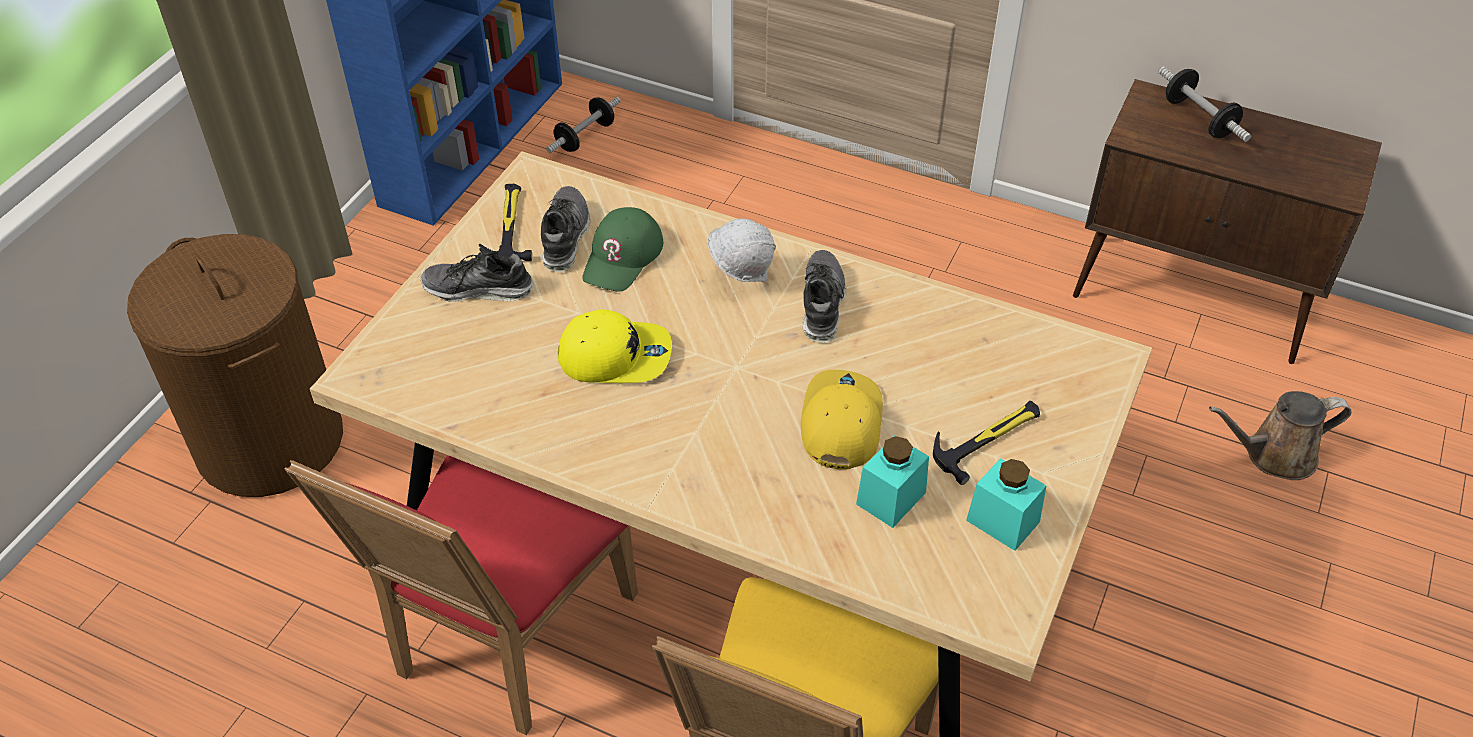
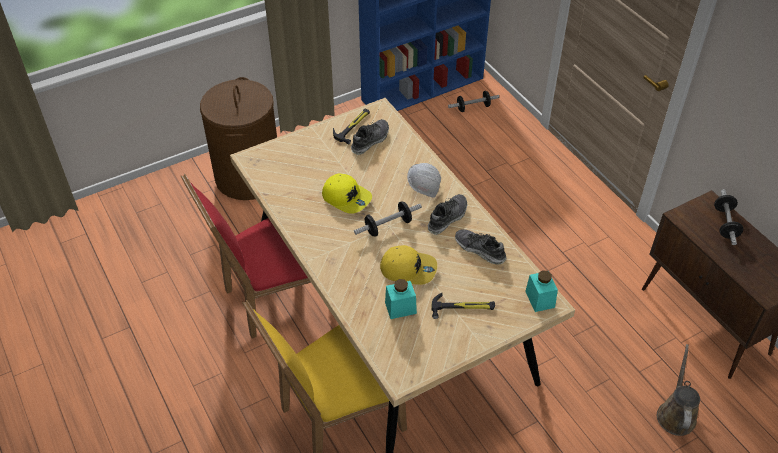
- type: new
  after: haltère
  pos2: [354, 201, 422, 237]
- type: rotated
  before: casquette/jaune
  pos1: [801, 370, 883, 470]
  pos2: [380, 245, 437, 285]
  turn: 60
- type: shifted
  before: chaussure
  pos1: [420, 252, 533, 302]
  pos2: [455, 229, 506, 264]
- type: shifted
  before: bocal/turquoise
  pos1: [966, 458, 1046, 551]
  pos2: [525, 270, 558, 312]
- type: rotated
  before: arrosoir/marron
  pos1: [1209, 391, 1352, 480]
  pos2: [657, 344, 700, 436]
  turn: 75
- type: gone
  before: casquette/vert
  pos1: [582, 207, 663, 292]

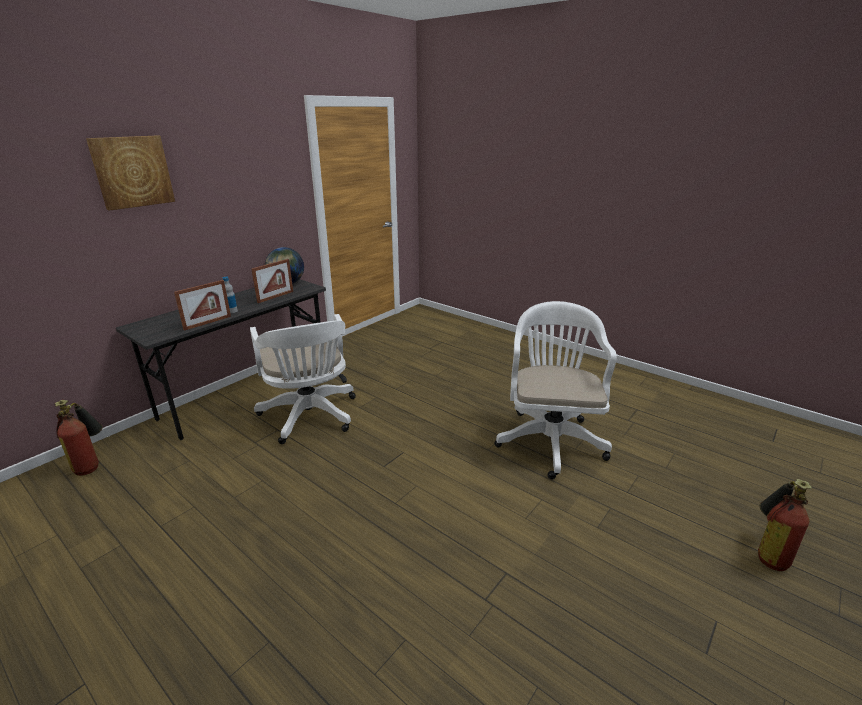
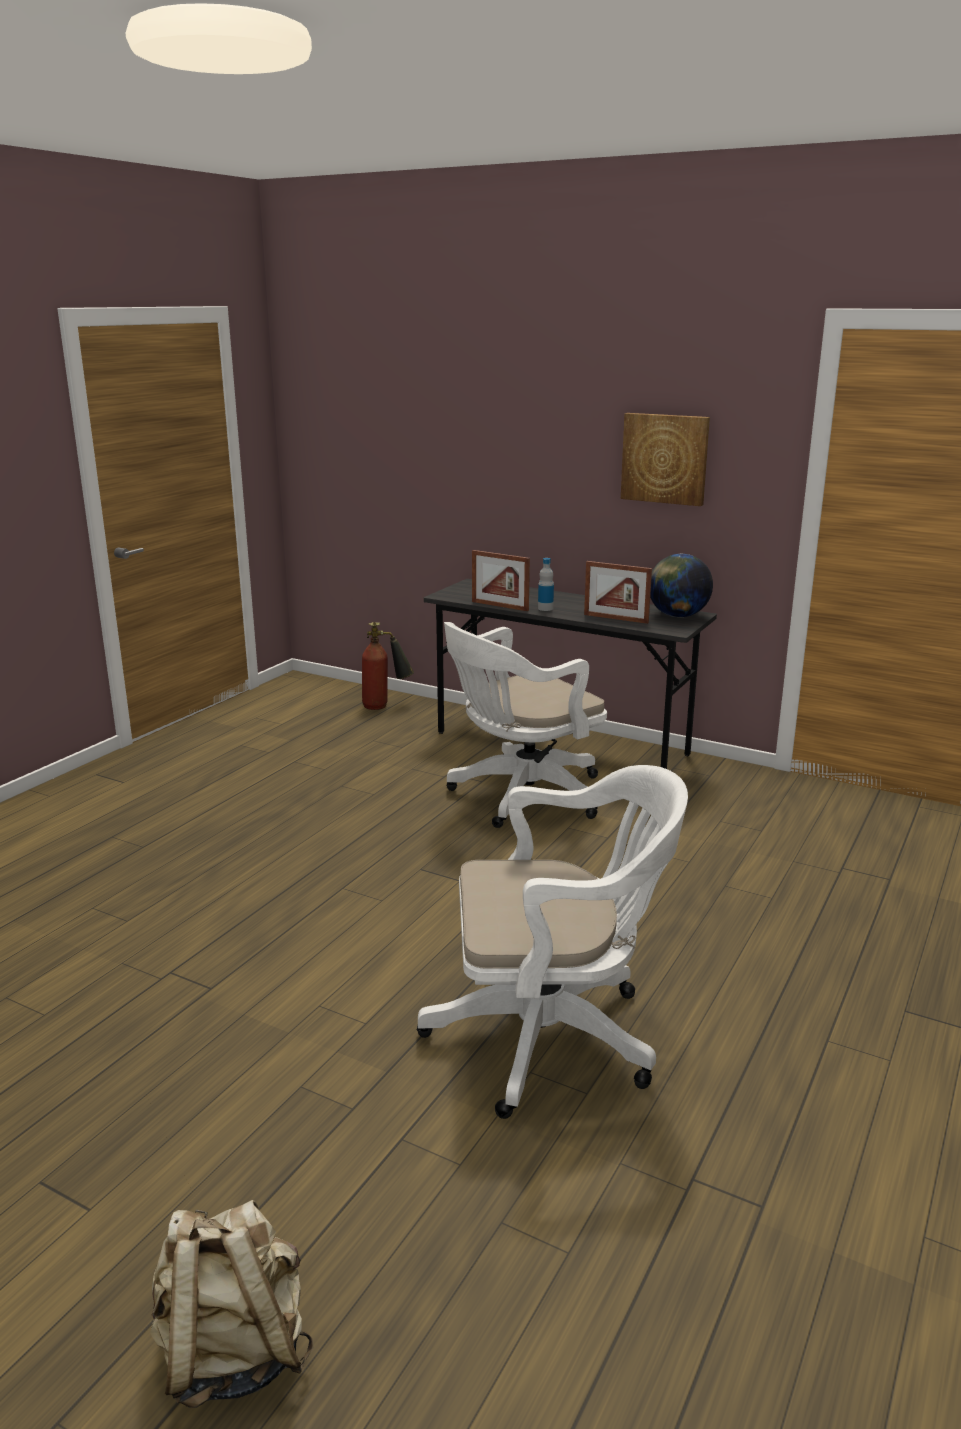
- type: swapped
  before: extincteur
  after: sac à dos/beige
  pos1: [758, 479, 812, 571]
  pos2: [150, 1200, 314, 1408]
- type: shifted
  before: tableau
  pos1: [86, 135, 175, 211]
  pos2: [621, 413, 710, 506]

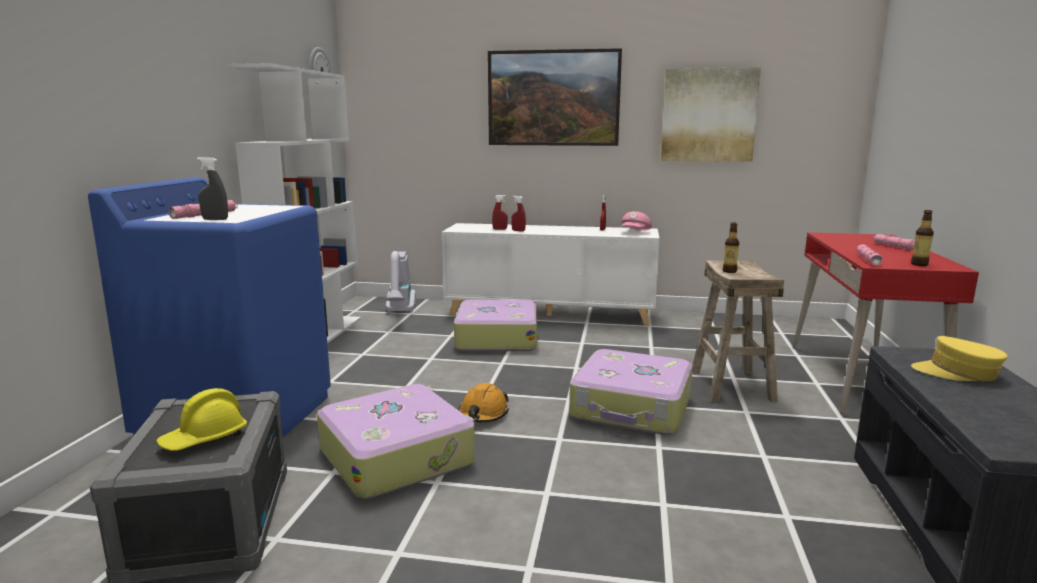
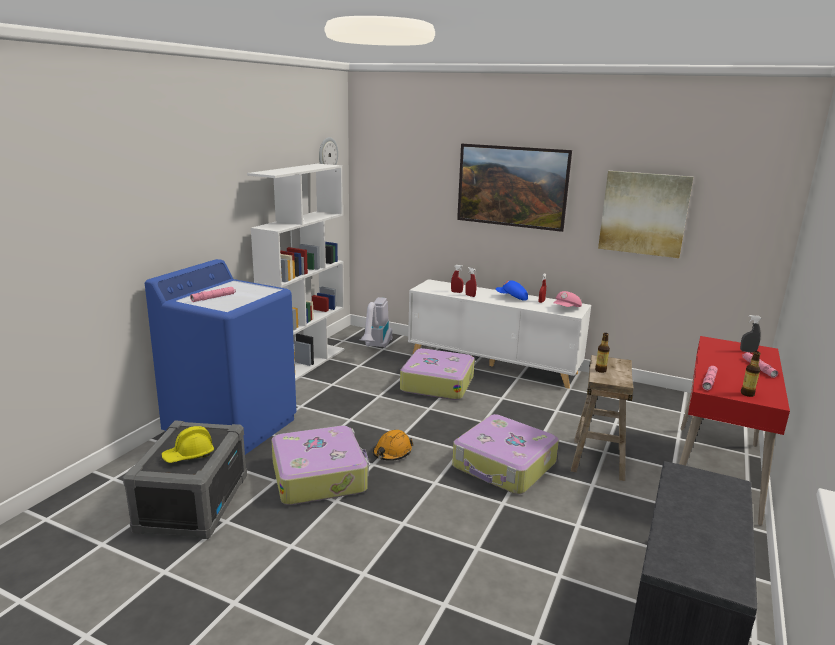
- type: new
  after: casquette/bleu
  pos2: [496, 280, 528, 301]
- type: shifted
  before: vaporisateur/gris
  pos1: [197, 157, 228, 220]
  pos2: [740, 315, 762, 353]
- type: gone
  before: casquette/jaune
  pos1: [911, 336, 1008, 381]

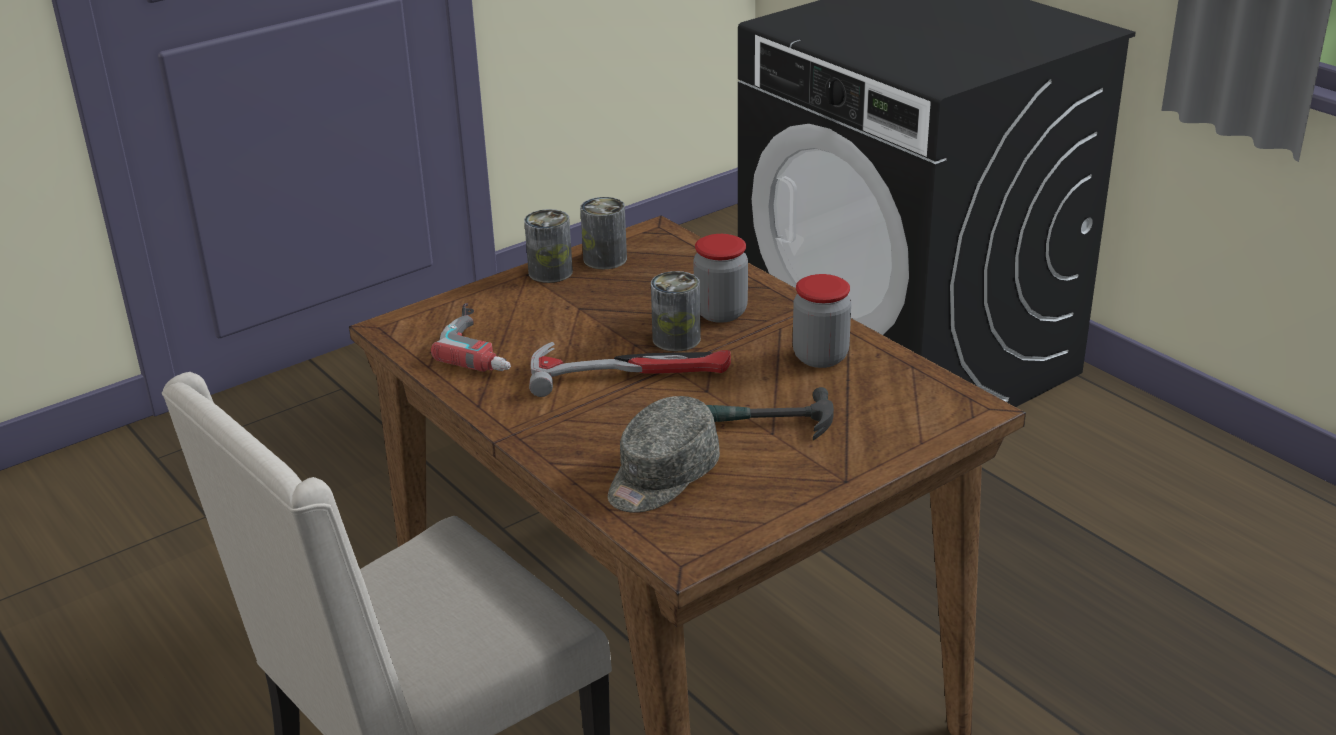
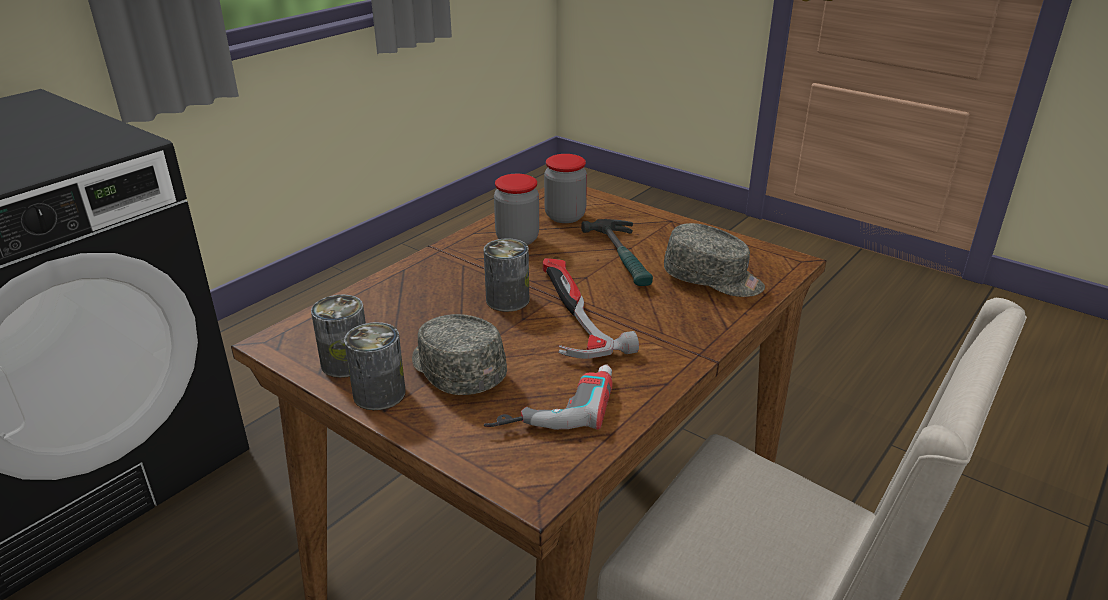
- type: new
  after: casquette/gris
  pos2: [412, 314, 507, 395]
- type: shifted
  before: bocal
  pos1: [693, 234, 748, 323]
  pos2: [544, 154, 587, 223]

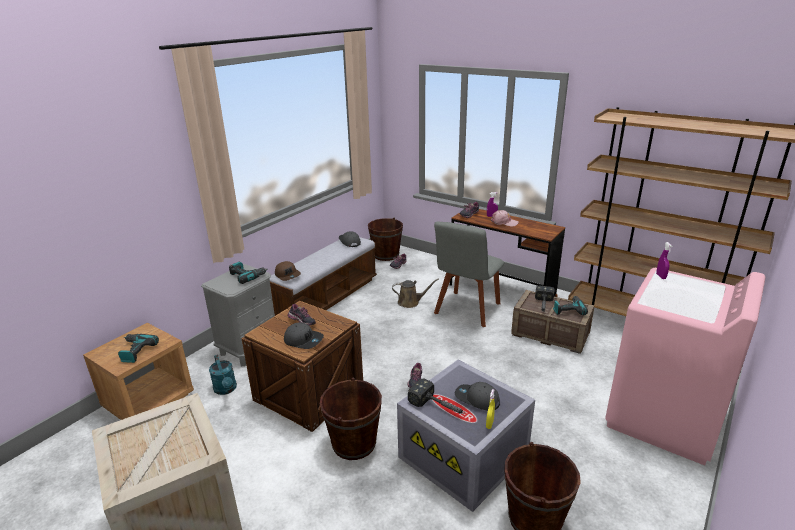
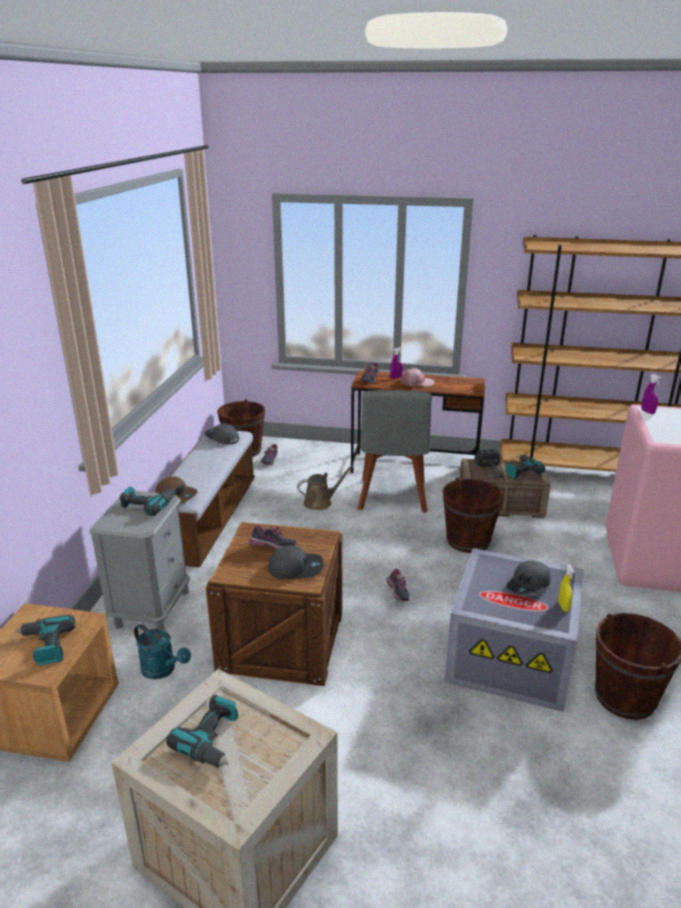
- type: new
  after: perceuse
  pos2: [166, 695, 238, 768]
- type: shifted
  before: seau/marron
  pos1: [320, 378, 382, 460]
  pos2: [443, 477, 503, 553]
- type: rotated
  before: casquette/gris
  pos1: [455, 382, 500, 411]
  pos2: [506, 560, 551, 596]
  turn: -60
- type: gone
  before: marteau
  pos1: [408, 379, 465, 414]

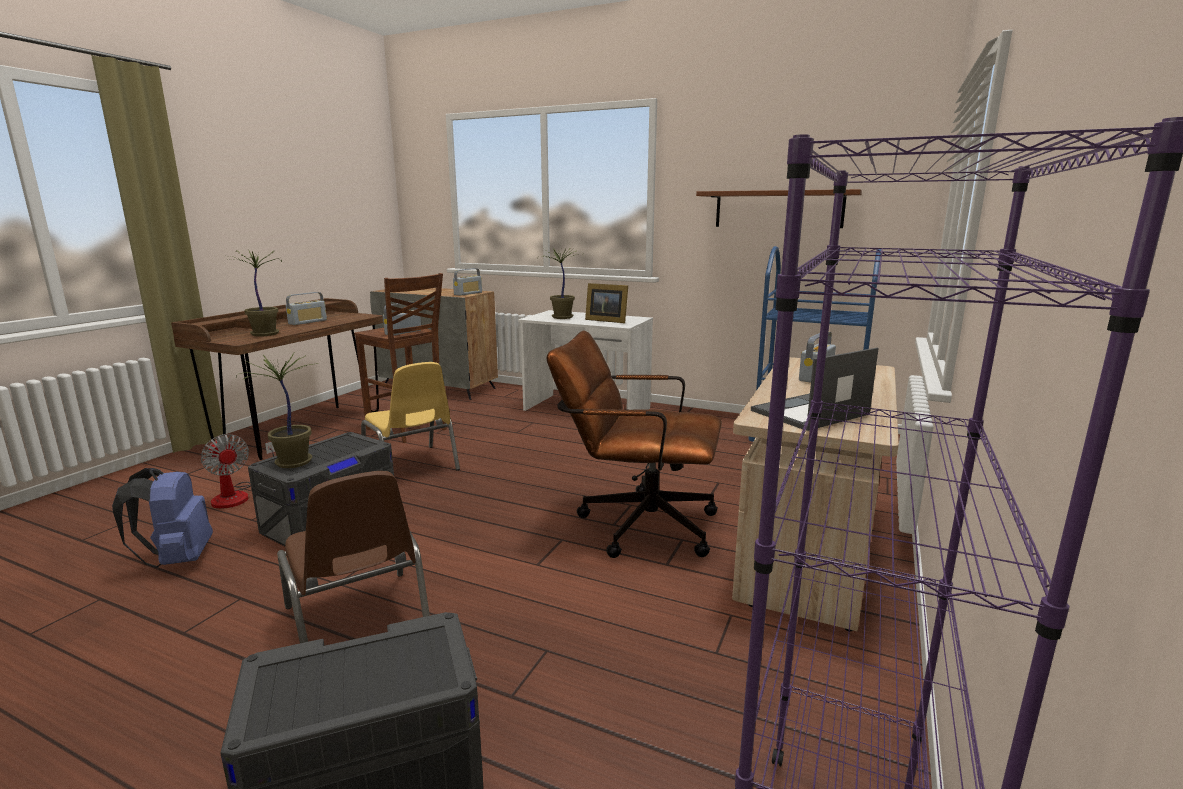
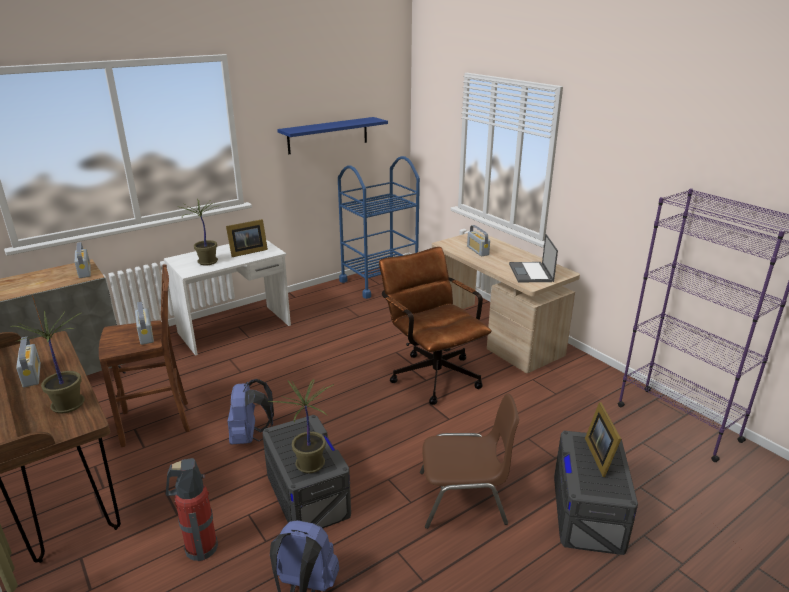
- type: swapped
  before: ventilateur
  after: extincteur
  pos1: [201, 434, 275, 509]
  pos2: [166, 458, 218, 561]
- type: swapped
  before: chaise/jaune
  after: sac à dos/bleu
  pos1: [361, 362, 460, 470]
  pos2: [227, 379, 274, 444]
- type: repainted
  before: étagère/marron
  after: étagère/bleu
  pos1: [696, 189, 862, 228]
  pos2: [277, 117, 388, 154]
- type: rotated
  before: chaise de bureau/marron
  pos1: [547, 331, 722, 558]
  pos2: [379, 247, 491, 405]
  turn: 105
- type: new
  after: cadre photo
  pos2: [585, 402, 621, 477]

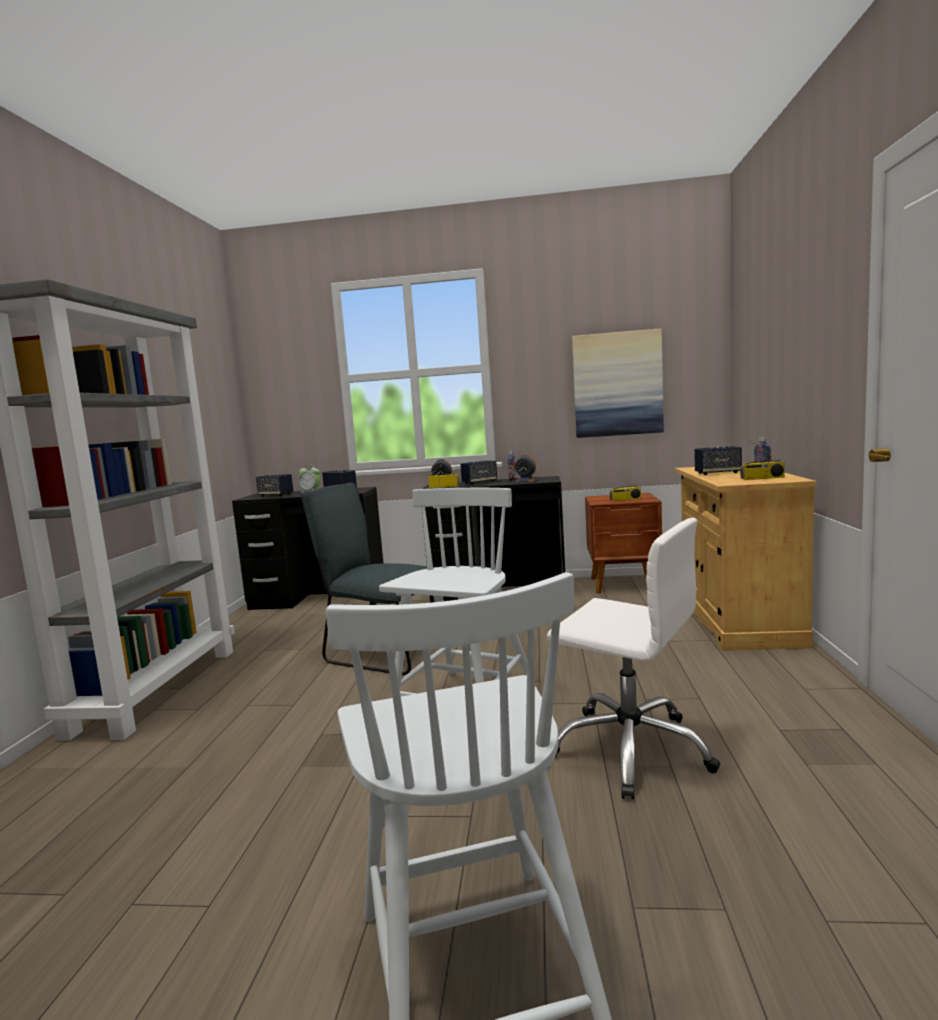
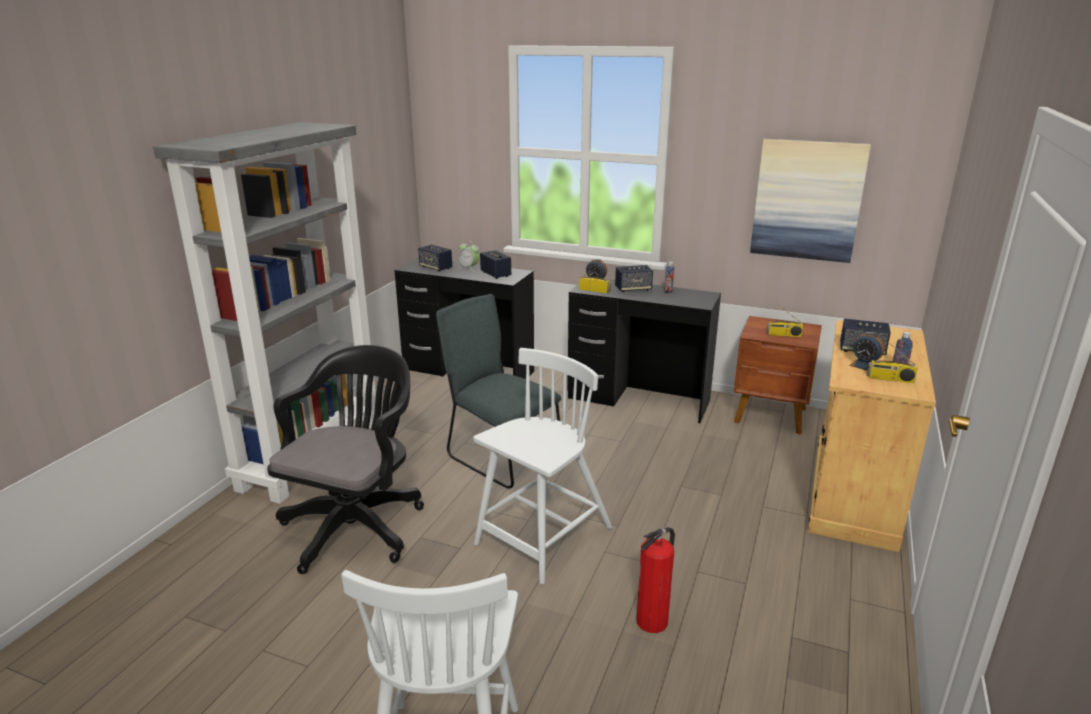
- type: new
  after: chaise de bureau/noir
  pos2: [267, 345, 424, 574]
- type: swapped
  before: chaise de bureau/blanc
  after: extincteur
  pos1: [547, 518, 720, 800]
  pos2: [636, 527, 675, 633]
- type: shifted
  before: réveil
  pos1: [515, 455, 537, 482]
  pos2: [849, 332, 885, 371]

